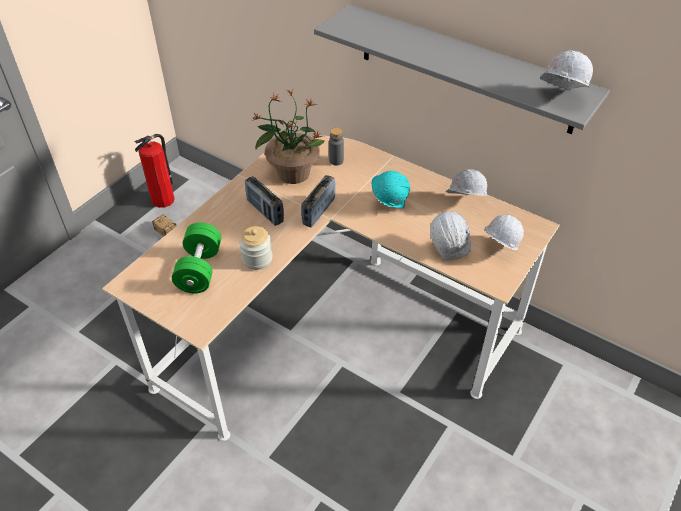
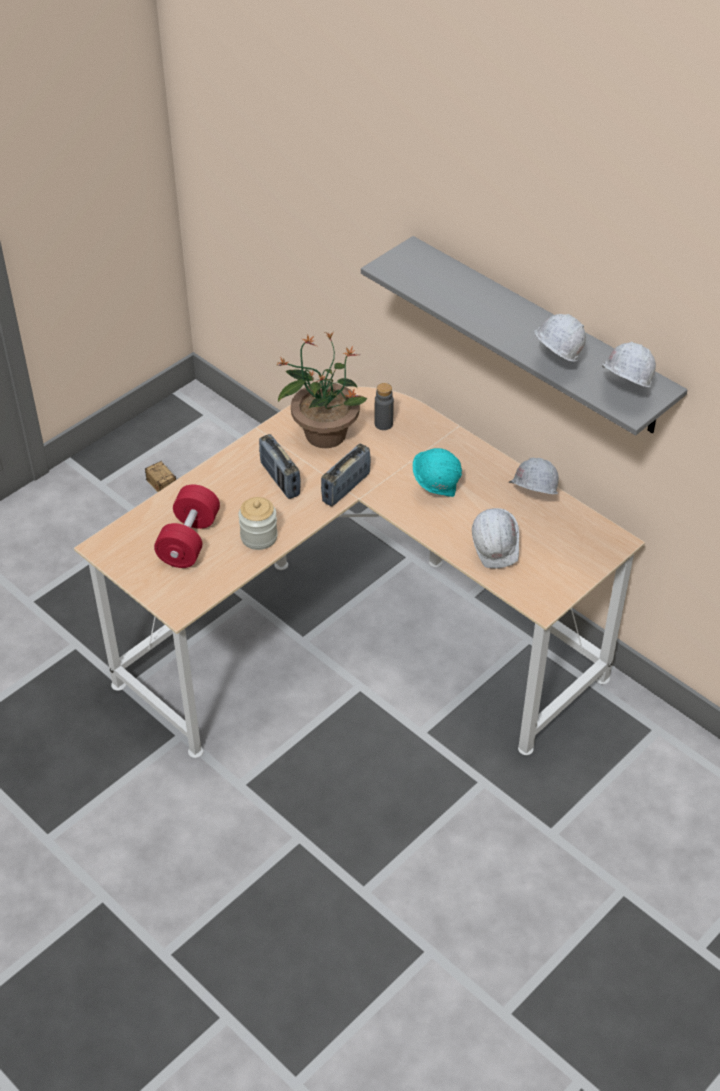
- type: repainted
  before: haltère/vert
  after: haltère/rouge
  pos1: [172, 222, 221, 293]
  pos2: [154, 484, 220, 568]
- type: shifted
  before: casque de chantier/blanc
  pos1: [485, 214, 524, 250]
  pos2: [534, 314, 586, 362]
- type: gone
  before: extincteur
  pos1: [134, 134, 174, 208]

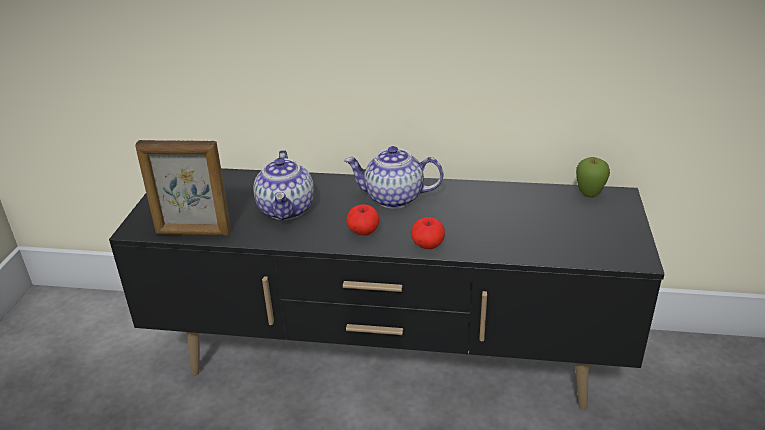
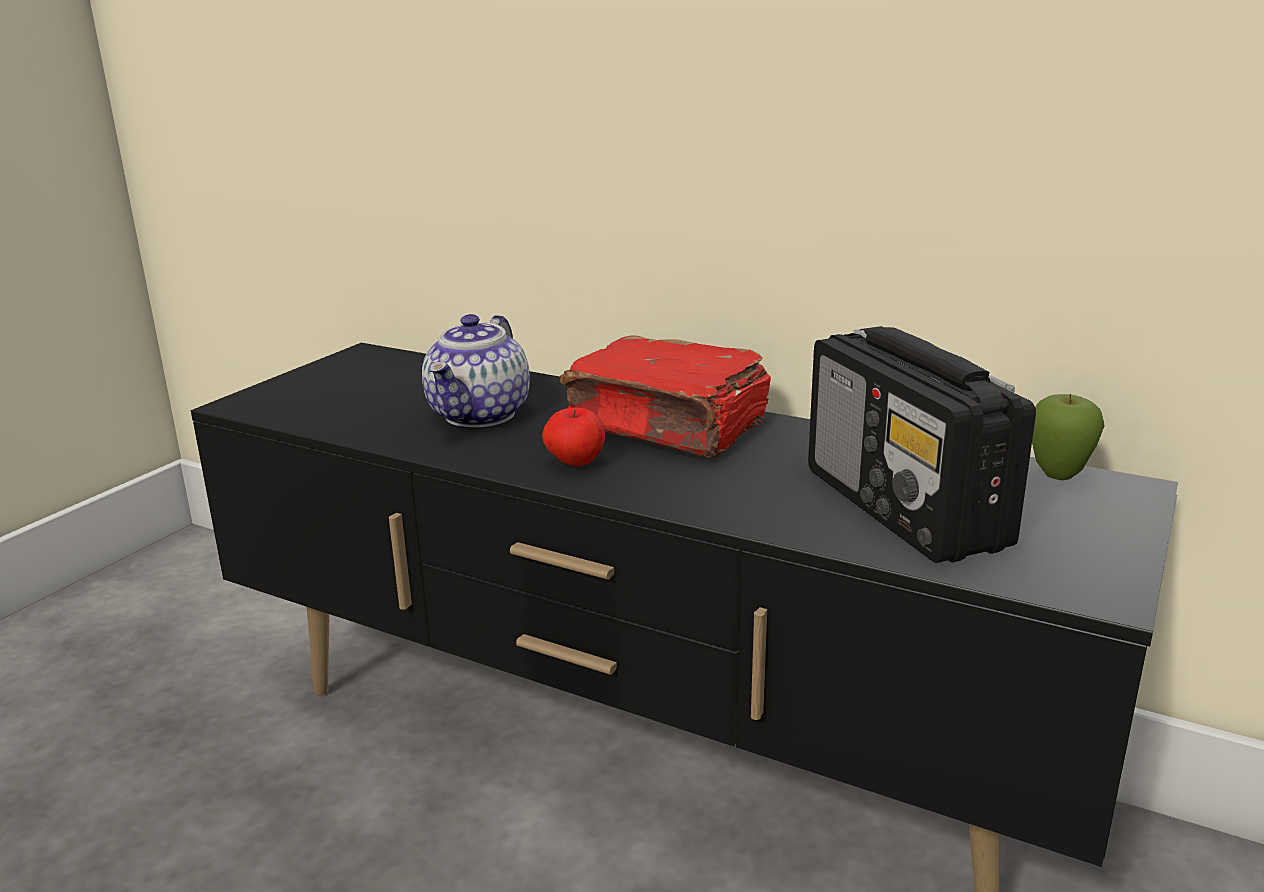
- type: swapped
  before: théière
  after: livre/rouge
  pos1: [344, 146, 443, 209]
  pos2: [560, 335, 771, 458]
- type: new
  after: radio
  pos2: [808, 326, 1036, 563]
- type: gone
  before: cadre photo
  pos1: [135, 140, 231, 236]
- type: gone
  before: pomme
  pos1: [411, 217, 445, 249]

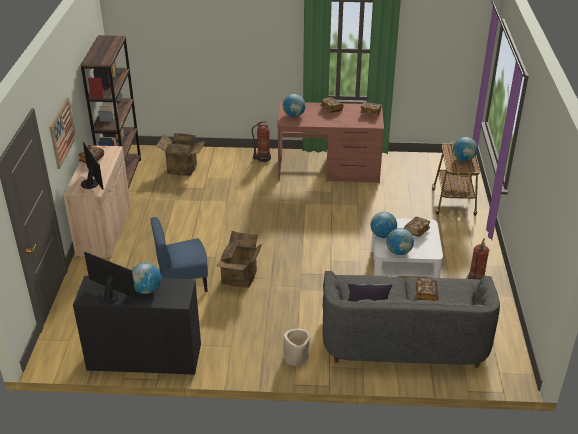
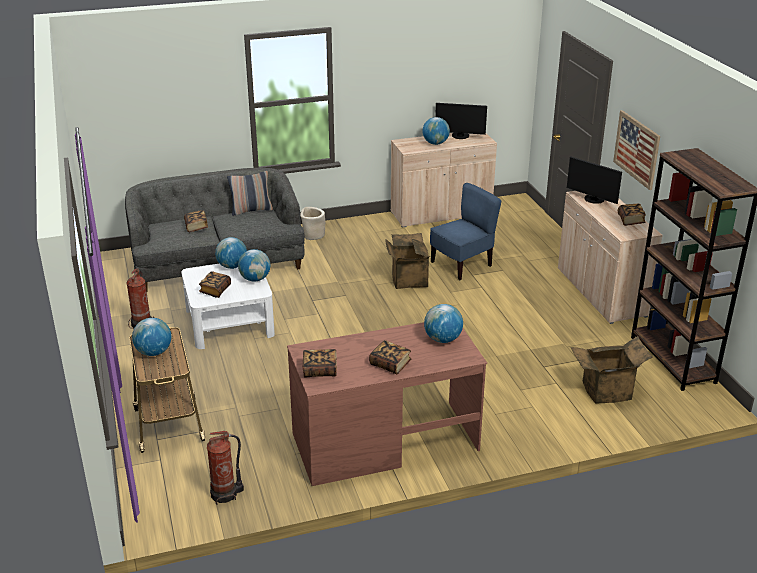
- type: shifted
  before: extincteur
  pos1: [252, 121, 271, 162]
  pos2: [207, 431, 244, 505]
- type: repainted
  before: meuble de rangement/noir
  after: meuble de rangement/beige
  pos1: [73, 276, 201, 375]
  pos2: [391, 133, 497, 228]

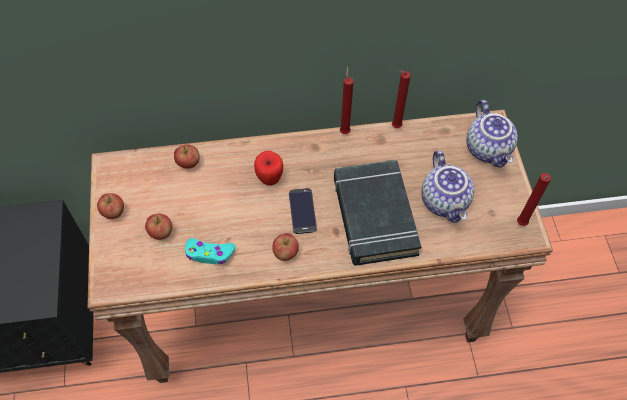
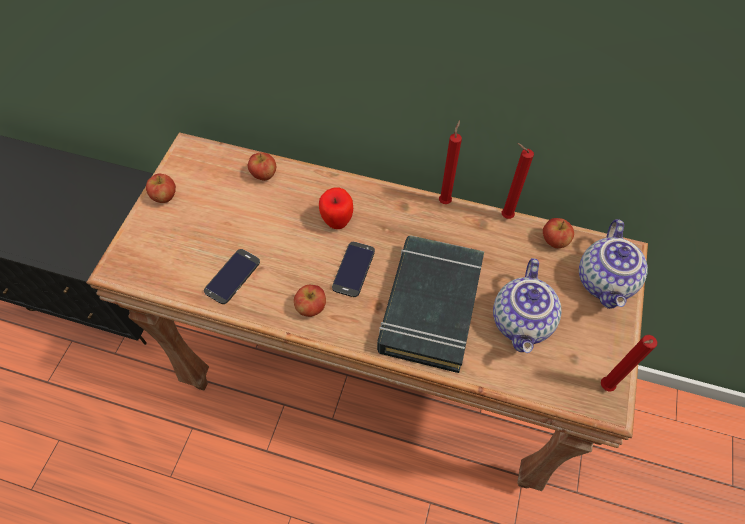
- type: swapped
  before: manette/turquoise
  after: téléphone
  pos1: [185, 238, 235, 264]
  pos2: [204, 249, 260, 304]
- type: shifted
  before: pomme
  pos1: [145, 213, 172, 240]
  pos2: [543, 218, 574, 248]

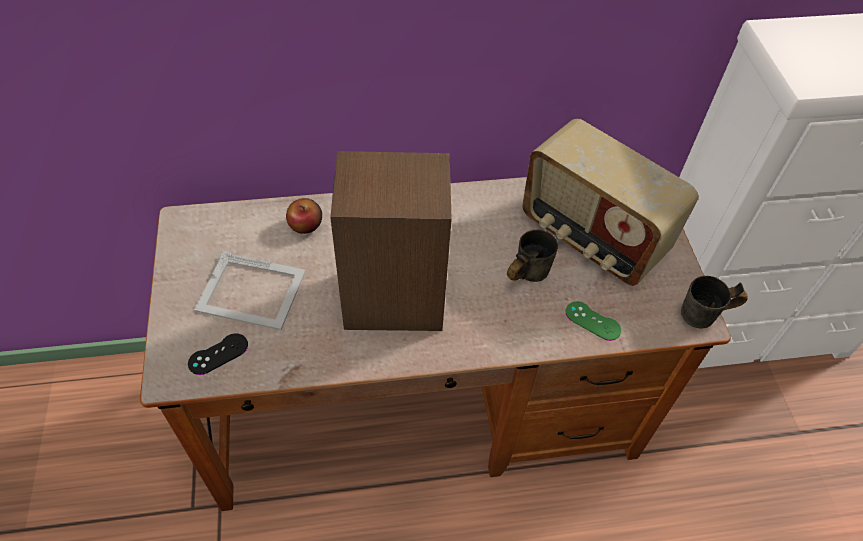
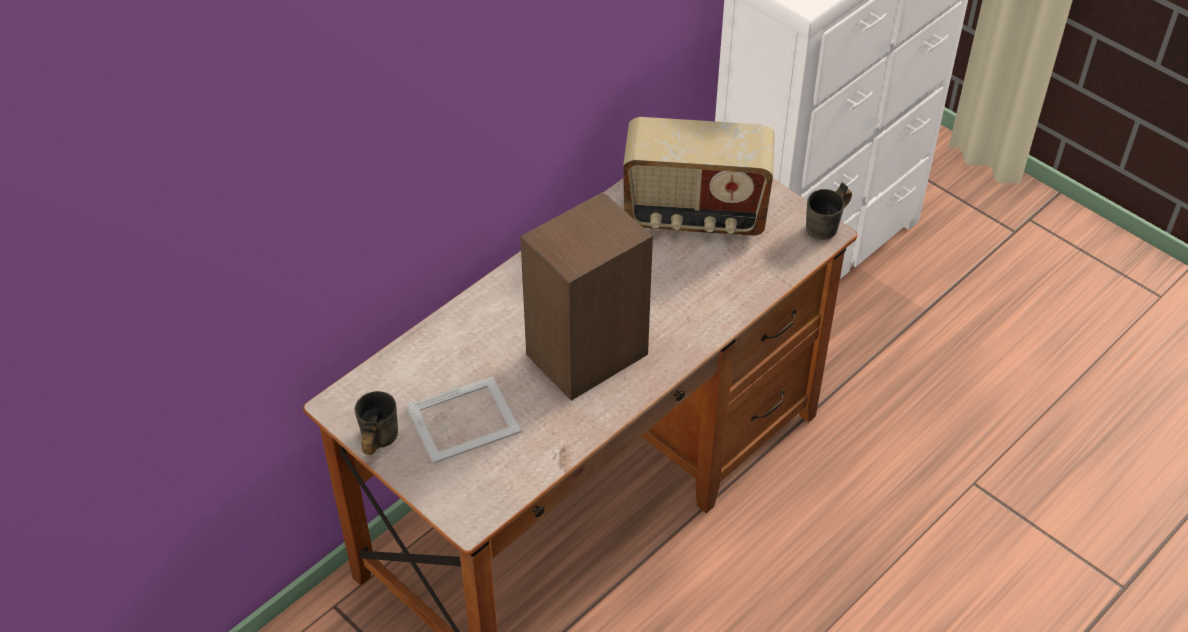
- type: shifted
  before: mug/gris
  pos1: [507, 230, 558, 282]
  pos2: [355, 391, 398, 455]
- type: gone
  before: manette/noir
  pos1: [188, 333, 248, 375]
- type: gone
  before: pomme
  pos1: [286, 198, 322, 234]
- type: gone
  before: manette/vert
  pos1: [566, 301, 621, 341]

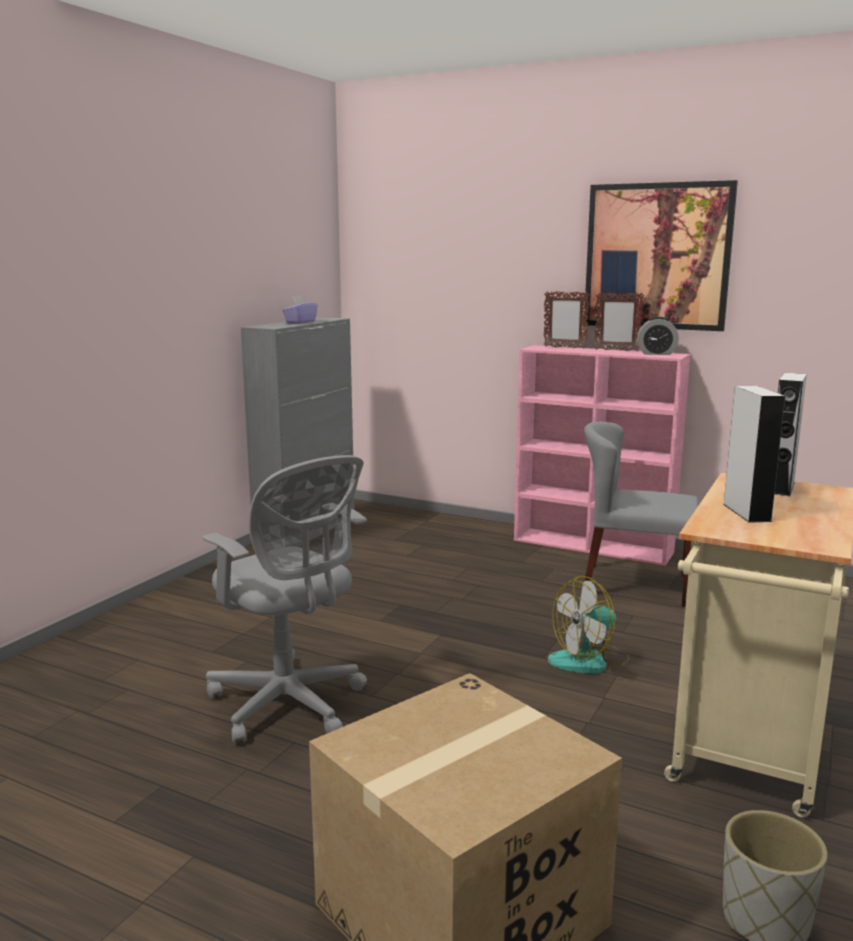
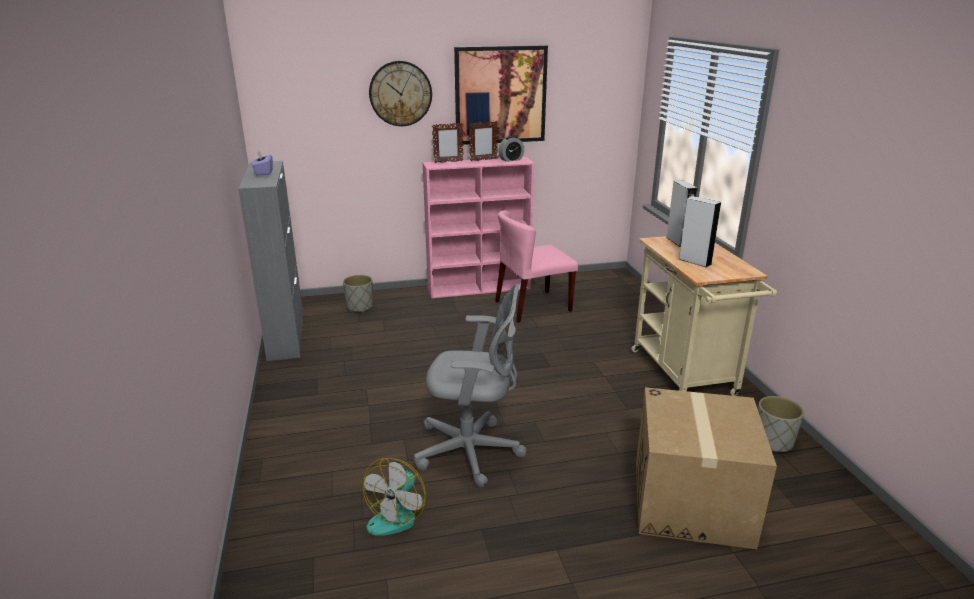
- type: new
  after: cache-pot/gris
  pos2: [343, 275, 373, 312]
- type: shifted
  before: ventilateur
  pos1: [548, 576, 630, 674]
  pos2: [363, 458, 426, 536]
- type: new
  after: horloge murale
  pos2: [369, 61, 432, 126]
- type: repainted
  before: chaise/gris
  after: chaise/rose
  pos1: [584, 422, 699, 607]
  pos2: [495, 210, 578, 323]

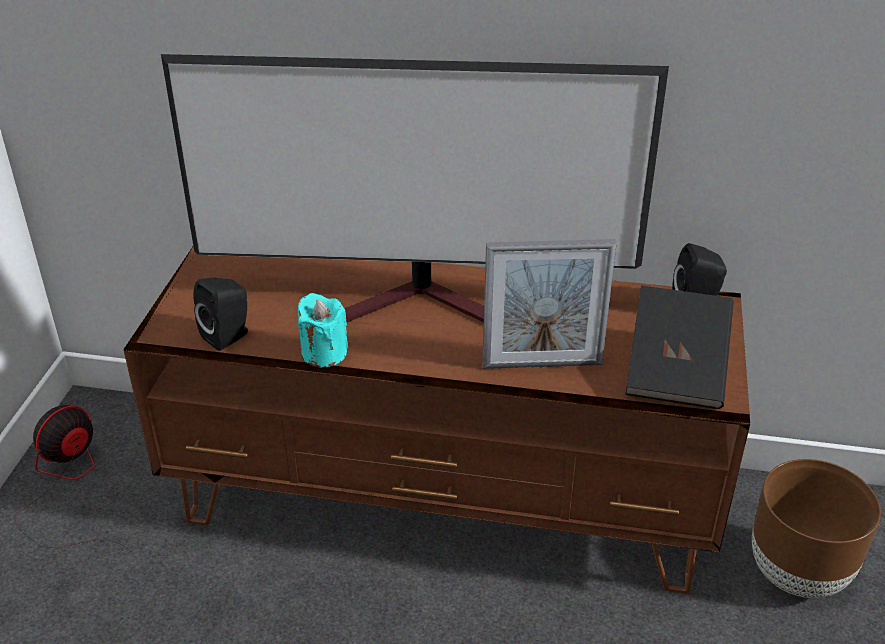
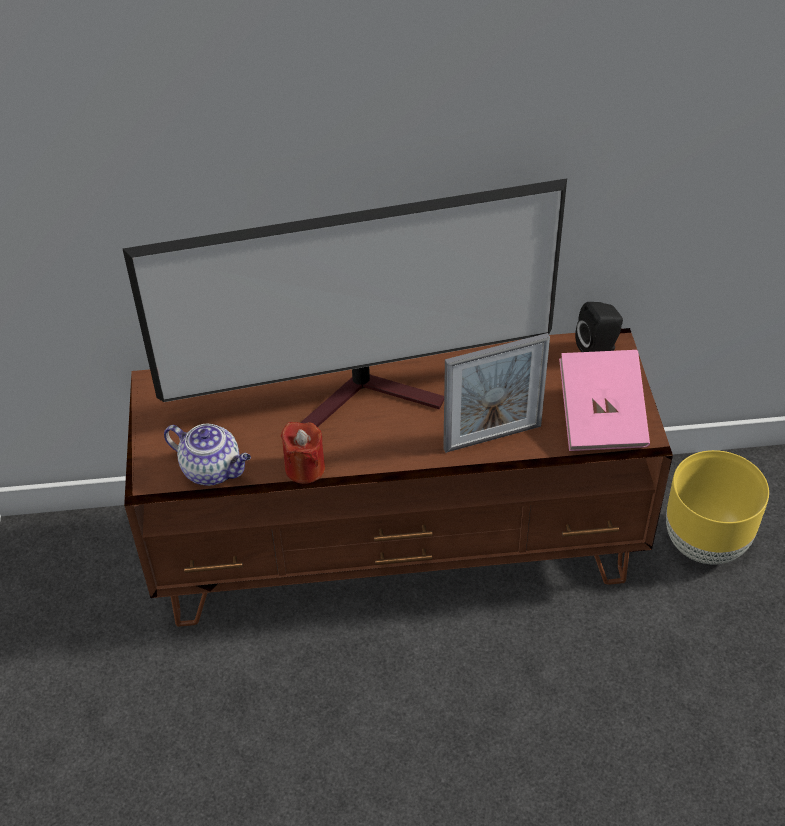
- type: swapped
  before: enceinte/noir
  after: théière
  pos1: [193, 277, 248, 351]
  pos2: [164, 424, 251, 486]
- type: repainted
  before: bougie/turquoise
  after: bougie/rouge
  pos1: [298, 293, 348, 367]
  pos2: [281, 422, 325, 484]
- type: repainted
  before: livre/noir
  after: livre/rose
  pos1: [625, 285, 734, 409]
  pos2: [559, 350, 650, 451]
- type: repainted
  before: cache-pot/marron
  after: cache-pot/jaune
  pos1: [752, 459, 881, 598]
  pos2: [666, 450, 769, 565]
- type: gone
  before: ventilateur
  pos1: [15, 405, 133, 553]

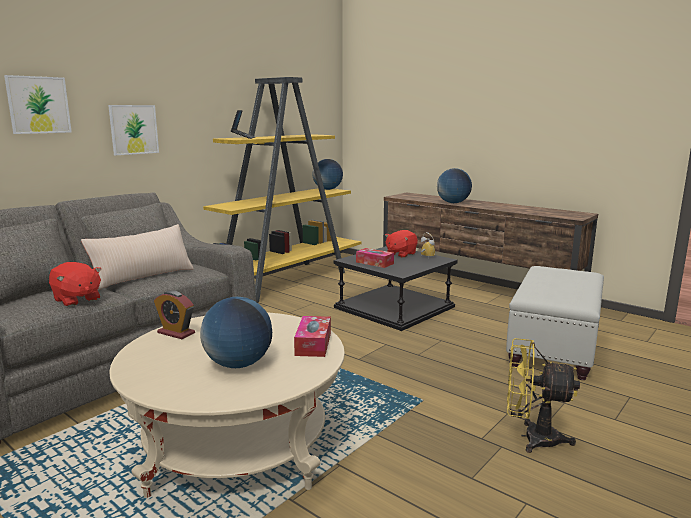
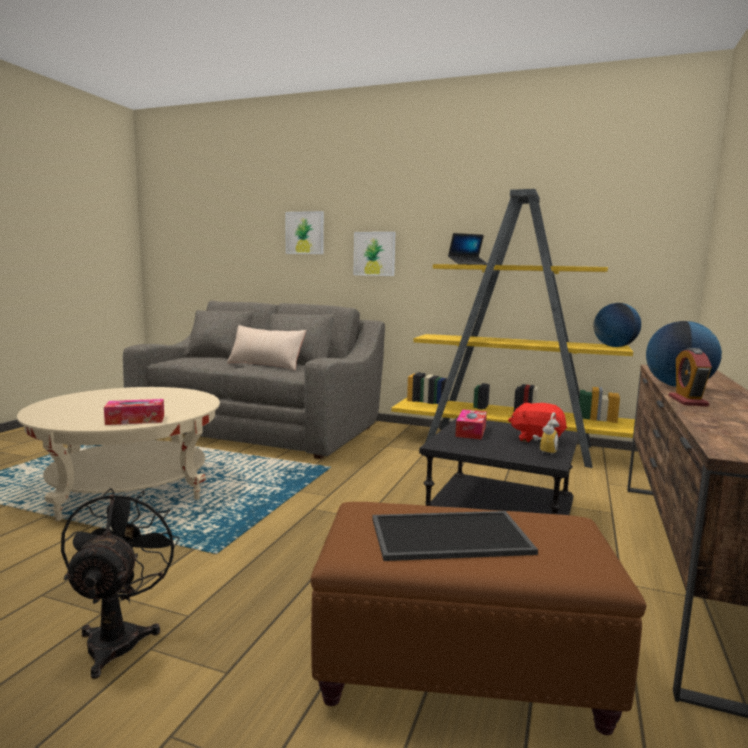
- type: repainted
  before: ventilateur/jaune
  after: ventilateur/noir
  pos1: [507, 338, 580, 453]
  pos2: [61, 488, 180, 679]
- type: repainted
  before: pouf/blanc
  after: pouf/marron
  pos1: [506, 266, 604, 380]
  pos2: [311, 502, 646, 735]
- type: new
  after: plateau
  pos2: [372, 511, 538, 561]
- type: shifted
  before: réveil
  pos1: [154, 290, 195, 339]
  pos2: [669, 348, 712, 406]
- type: gone
  before: peluche/rouge
  pos1: [49, 262, 101, 307]
- type: gone
  before: globe
  pos1: [200, 297, 272, 368]

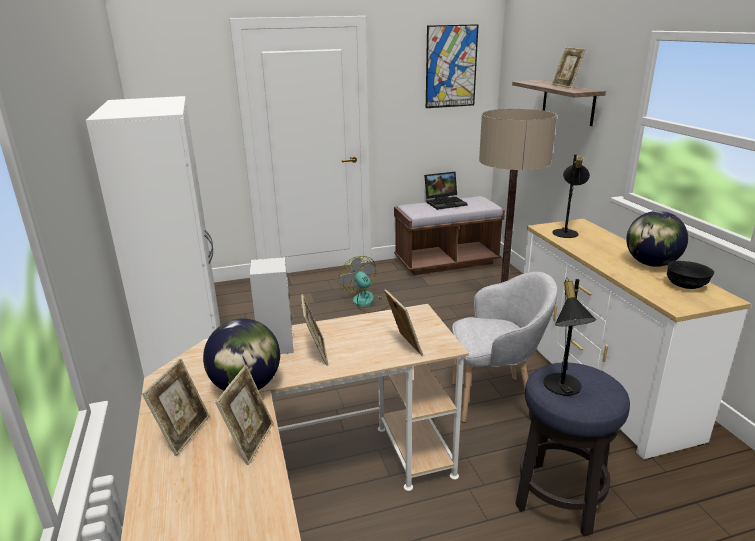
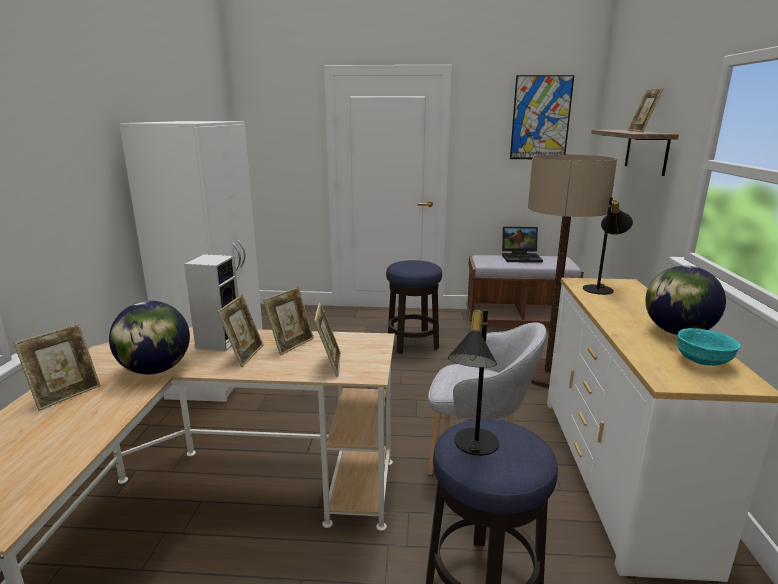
- type: shifted
  before: cadre photo
  pos1: [215, 365, 273, 465]
  pos2: [263, 287, 314, 355]
- type: swapped
  before: ventilateur
  after: tabouret
  pos1: [339, 256, 390, 313]
  pos2: [386, 260, 442, 354]
- type: repainted
  before: bol/noir
  after: bol/turquoise
  pos1: [667, 261, 714, 289]
  pos2: [677, 328, 741, 366]

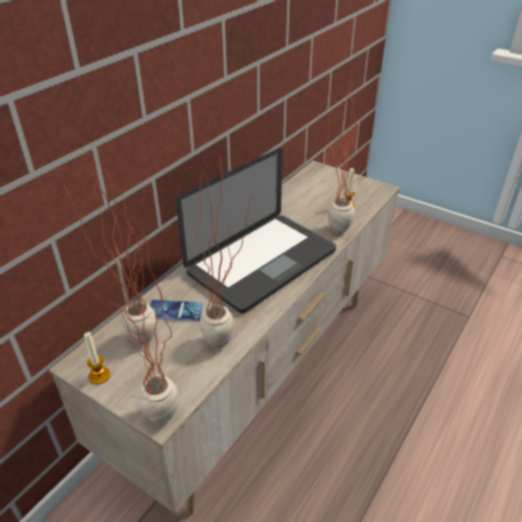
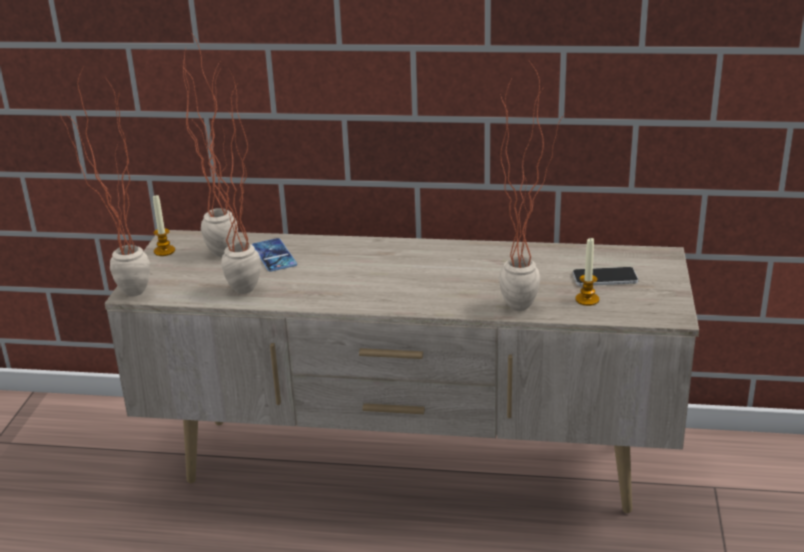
- type: new
  after: téléphone
  pos2: [573, 267, 638, 286]
- type: gone
  before: ordinateur portable
  pos1: [176, 148, 336, 313]

